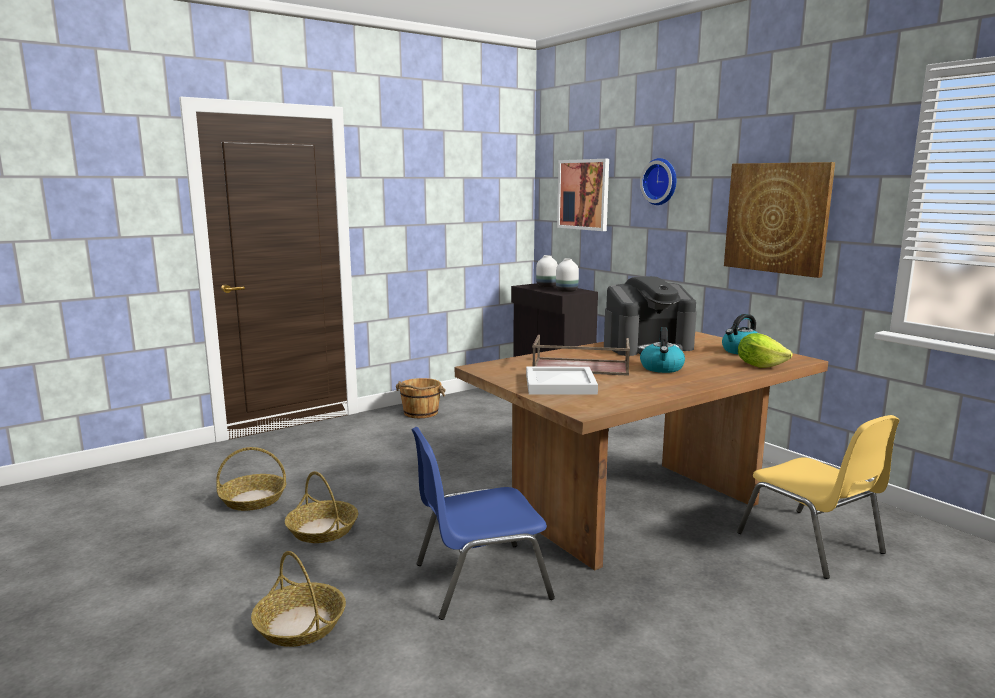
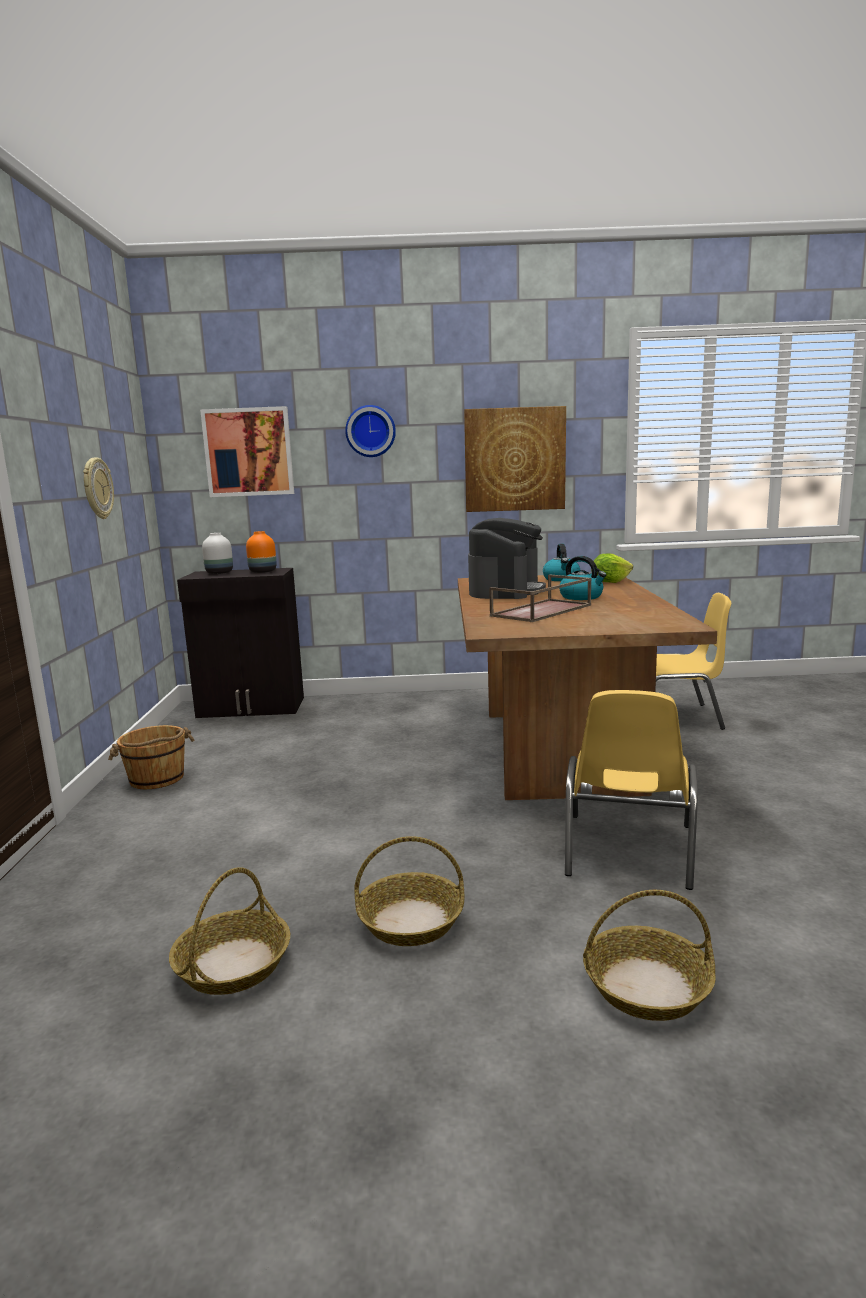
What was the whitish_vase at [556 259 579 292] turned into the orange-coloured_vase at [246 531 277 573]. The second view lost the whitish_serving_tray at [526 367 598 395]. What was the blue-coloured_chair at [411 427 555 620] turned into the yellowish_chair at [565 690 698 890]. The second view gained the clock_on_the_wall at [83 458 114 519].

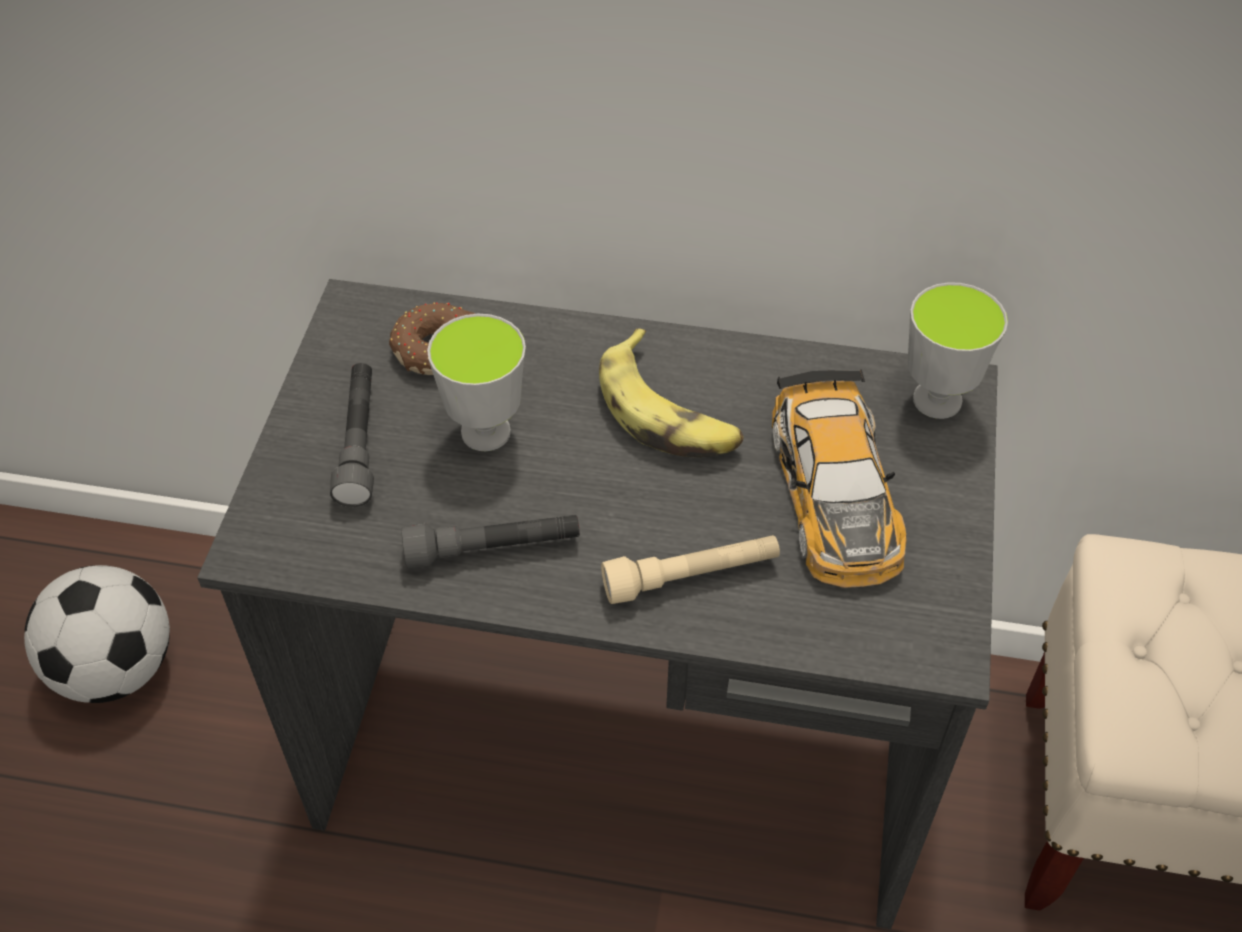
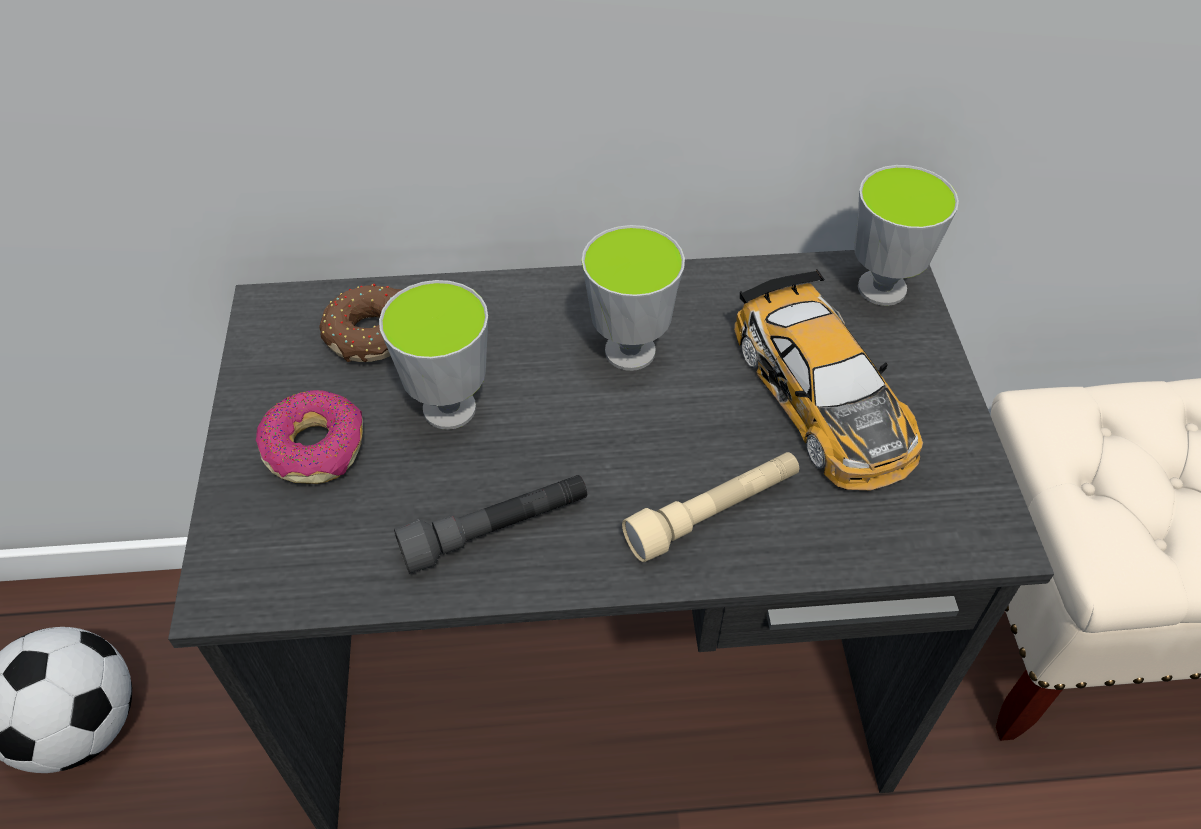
Where the whole_banana stood at [599 328 744 458], the drinking_cup came to stand at [581 225 685 371]. Where the greyish_torch stood at [330 363 374 507], the ring_doughnut came to stand at [256 390 363 484].

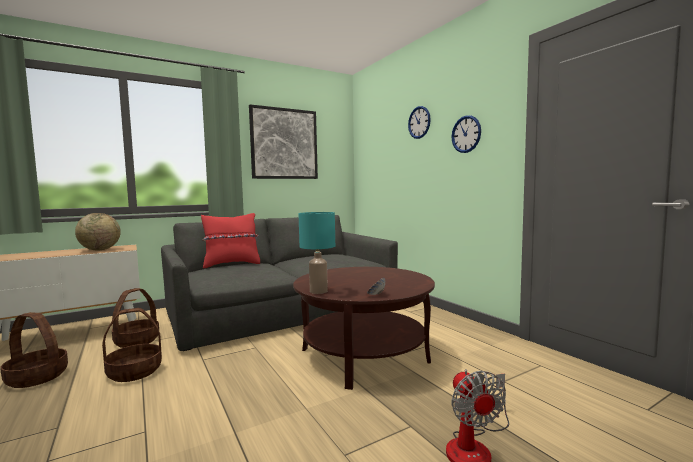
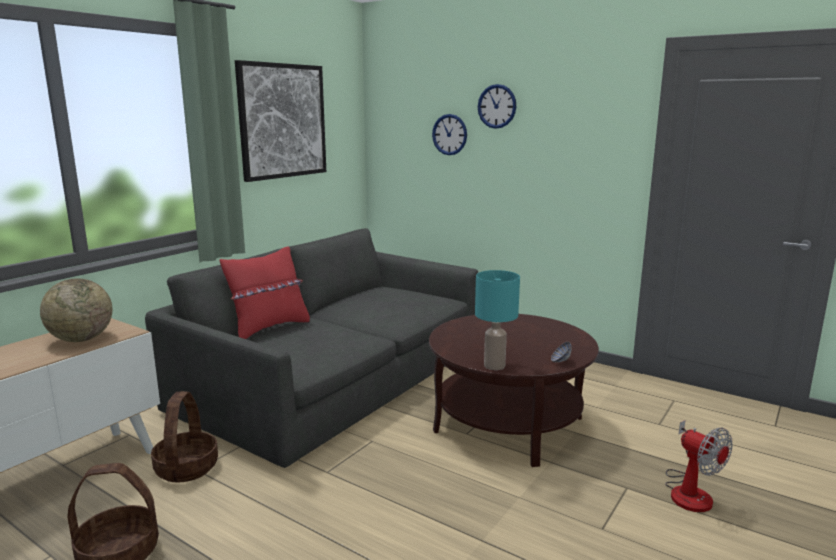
The clock_on_the_wall ended up elsewhere, having gone from [452 115 481 153] to [432 114 467 155]. The second view lost the basket at [102 308 162 382].

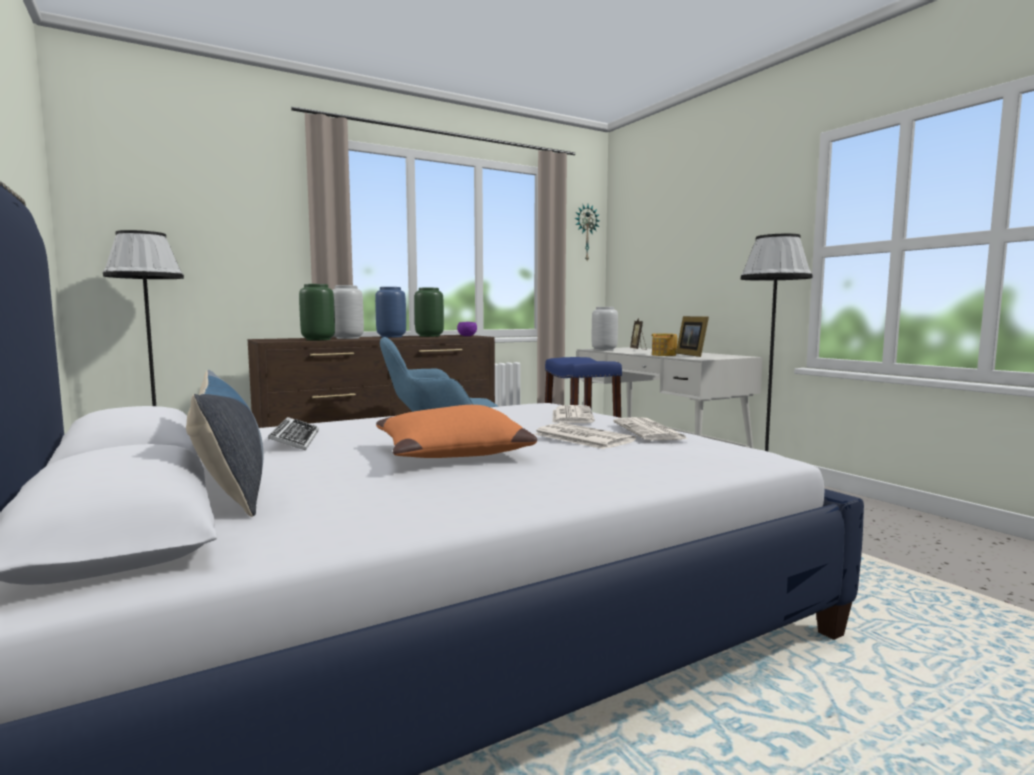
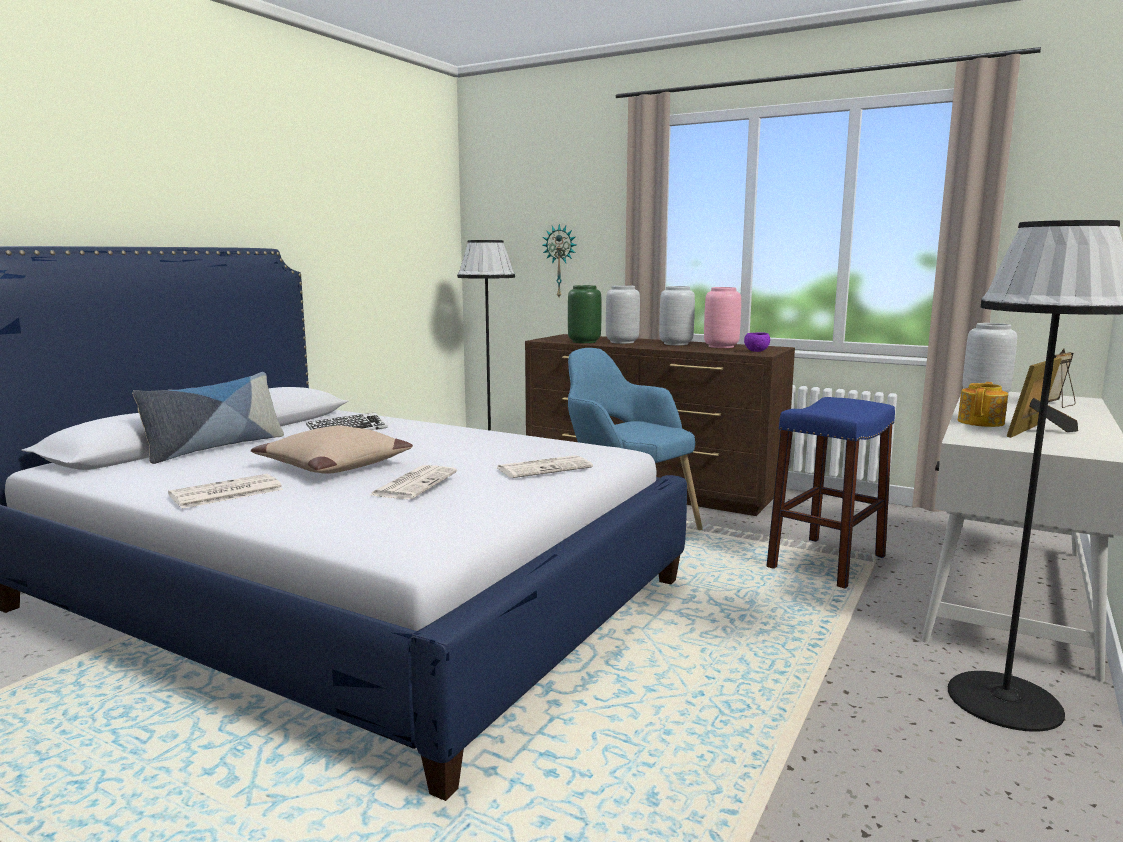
The clock_on_the_wall ended up elsewhere, having gone from [575 205 600 260] to [543 224 576 297]. What was the blue-coloured_vase at [375 287 406 338] turned into the greyish_vase at [659 286 695 345]. What was the green_vase at [414 288 444 337] turned into the pink_vase at [704 287 741 348]. What was the orange-coloured_pillow at [376 405 537 458] turned into the sand-coloured_pillow at [251 426 413 474]. The newspaper ended up elsewhere, having gone from [613 417 688 440] to [168 474 283 509].

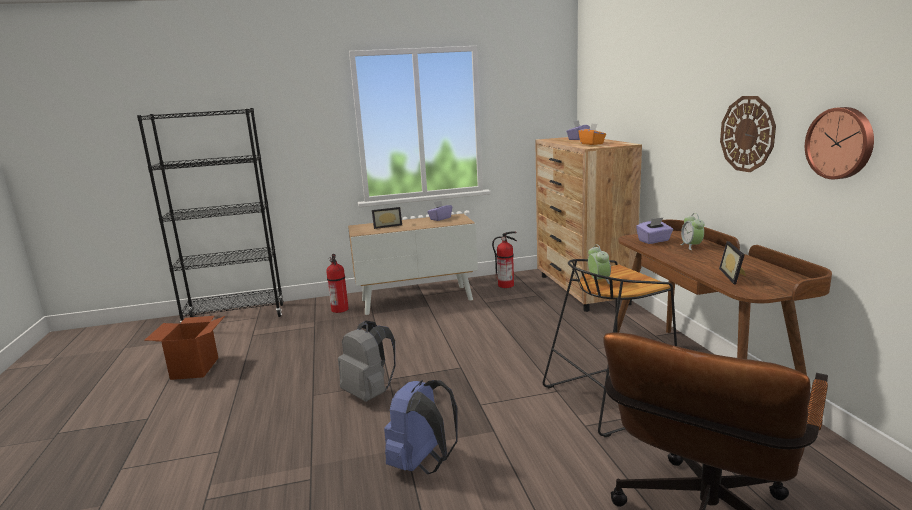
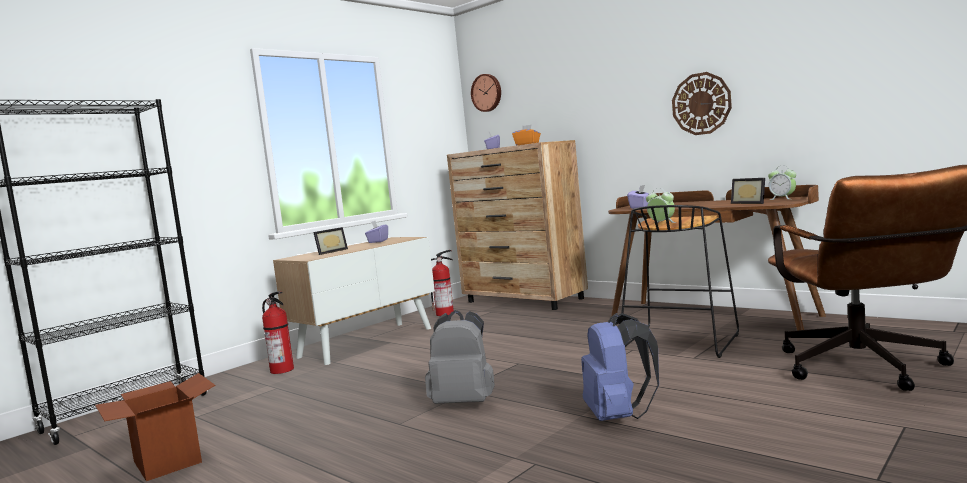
The clock_on_the_wall ended up elsewhere, having gone from [805 107 874 179] to [471 74 501 112]. The table_clock ended up elsewhere, having gone from [680 213 705 250] to [768 166 796 200].

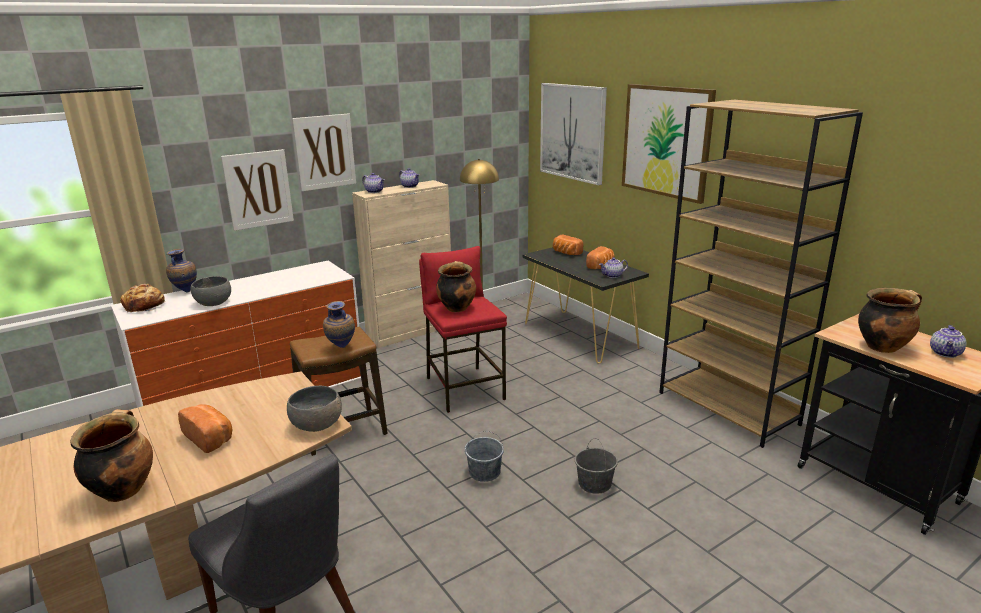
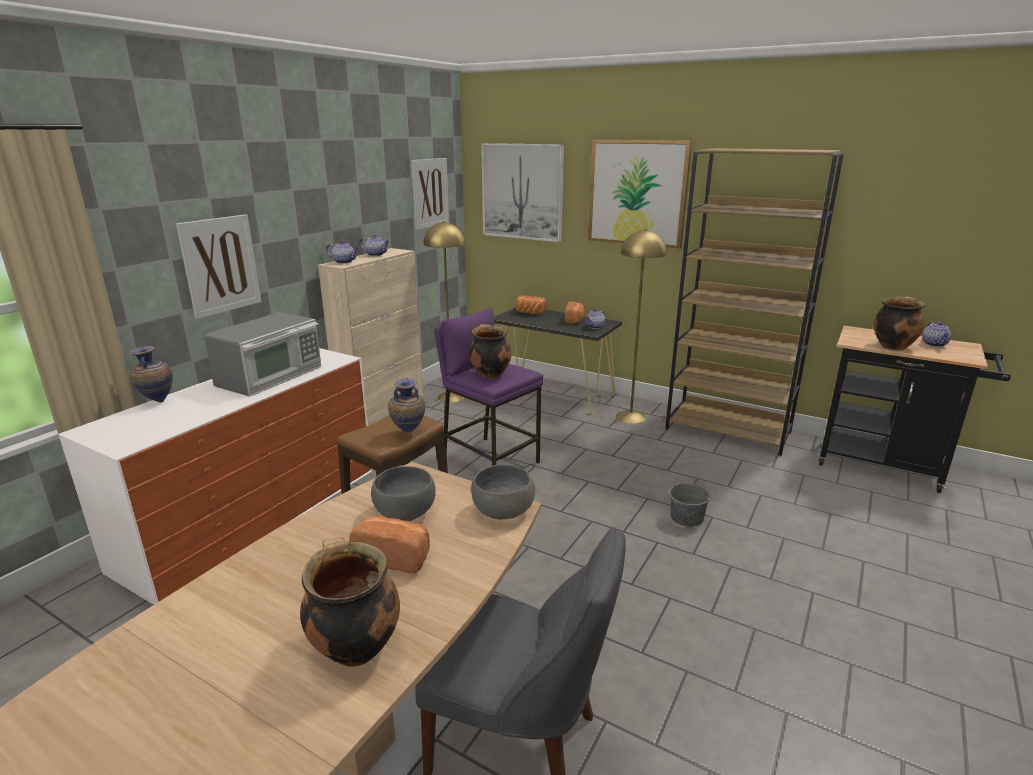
The wall_art ended up elsewhere, having gone from [292 114 356 192] to [411 158 449 230]. What was the reddish_stool_seat at [419 246 507 413] turned into the purple-coloured_stool_seat at [434 308 543 466]. The greyish_bowl ended up elsewhere, having gone from [191 276 231 306] to [371 466 436 521]. The second view lost the bakery_bread at [120 284 165 312]. The second view lost the greyish_water_bucket at [465 431 504 482]. The second view gained the yellowish_standing_lamp at [616 229 667 424]. The second view gained the kitchen_microwave at [204 312 322 396].

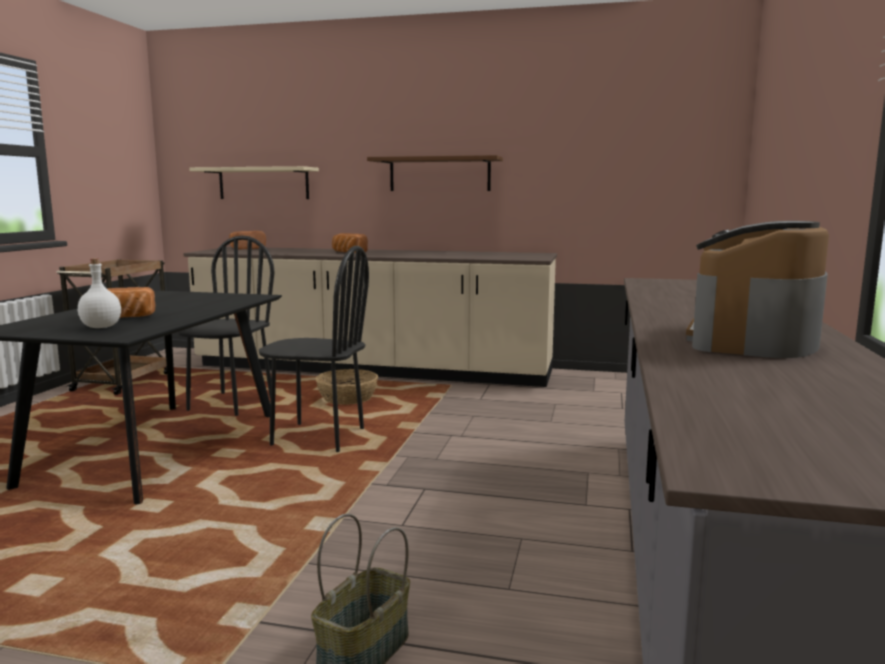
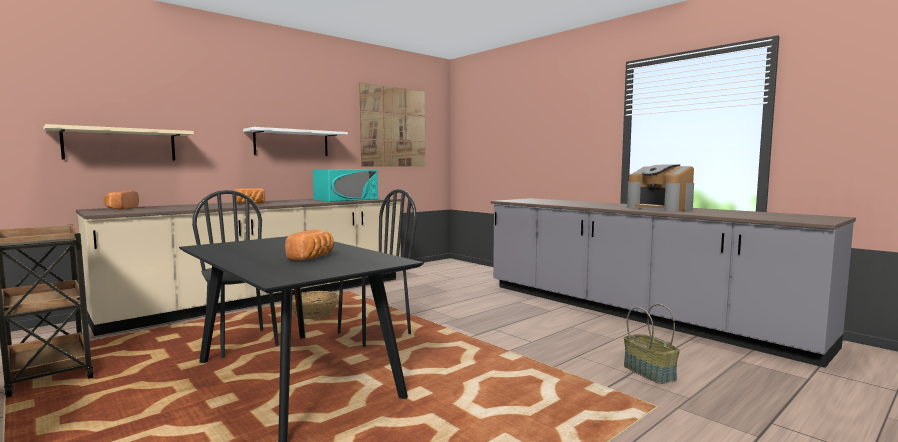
What was the brownish_bracket_shelf at [367 155 503 191] turned into the whitish_bracket_shelf at [243 127 348 156]. The second view lost the whitish_drink_bottle at [78 258 121 328]. The second view gained the wall_art at [359 83 425 167]. The second view gained the blue-green_kitchen_microwave at [313 169 378 202].

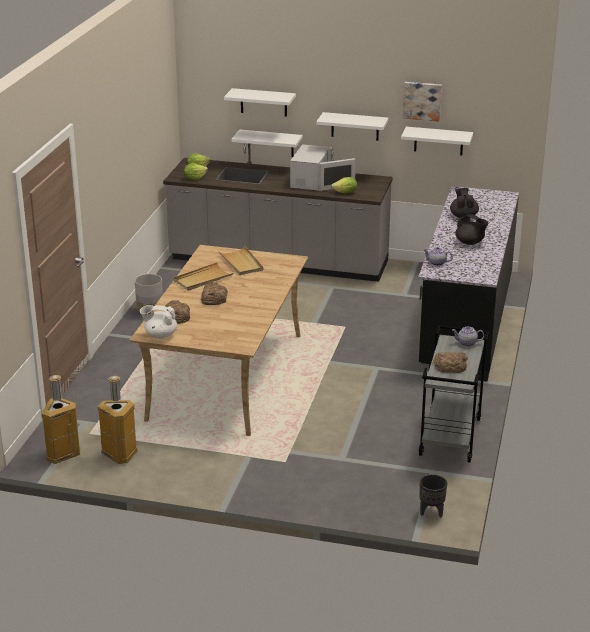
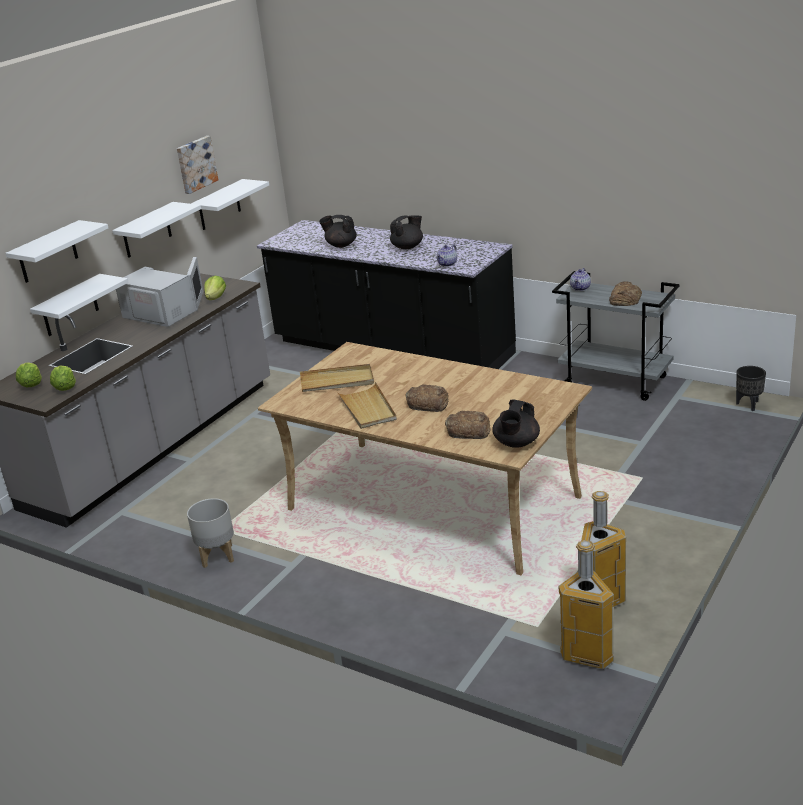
What was the whitish_pot_for_tea at [140 305 177 338] turned into the blackish_pot_for_tea at [492 400 540 448].

